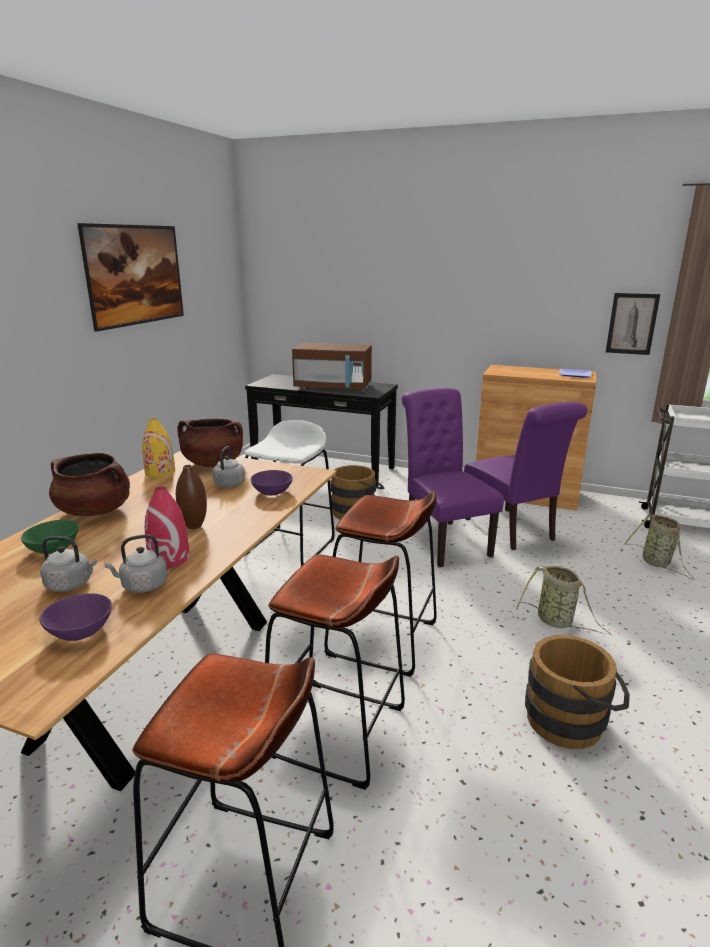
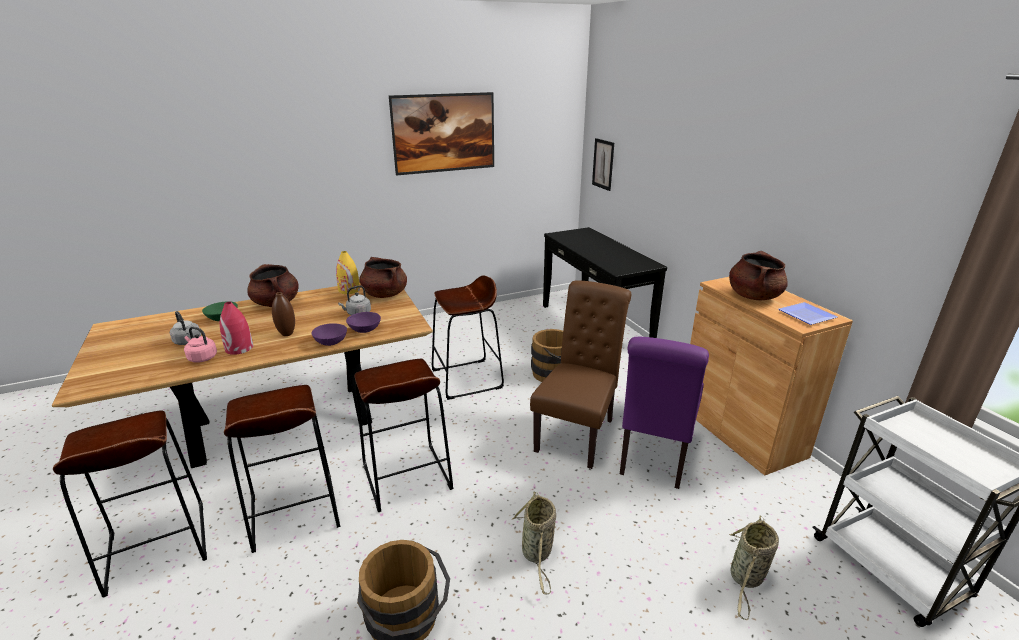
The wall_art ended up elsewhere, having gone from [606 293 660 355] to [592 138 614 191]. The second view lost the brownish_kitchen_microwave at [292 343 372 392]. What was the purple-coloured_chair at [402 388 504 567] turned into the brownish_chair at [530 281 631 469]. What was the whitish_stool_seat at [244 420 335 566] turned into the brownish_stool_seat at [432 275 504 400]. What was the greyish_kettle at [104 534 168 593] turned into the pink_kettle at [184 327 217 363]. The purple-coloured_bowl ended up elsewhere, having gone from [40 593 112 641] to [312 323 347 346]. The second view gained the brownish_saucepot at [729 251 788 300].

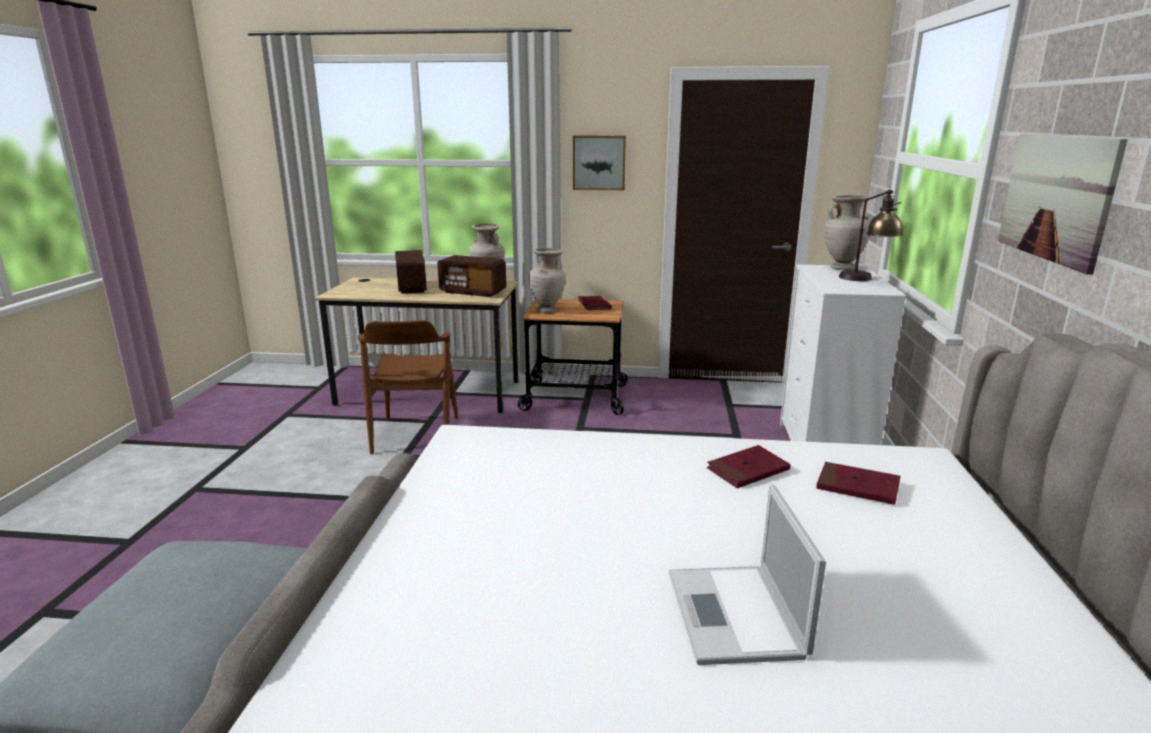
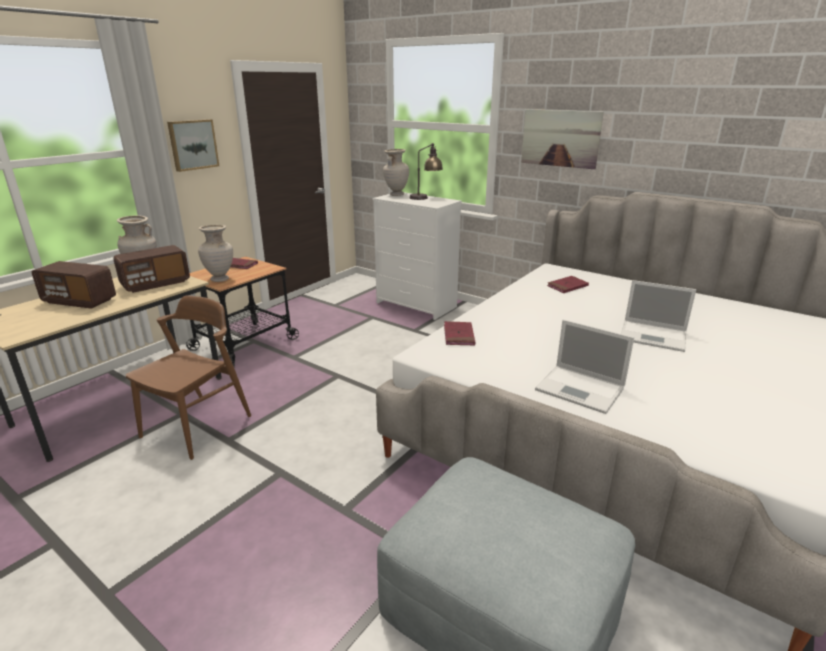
The brownish_chair at [358 320 458 454] ended up facing another way, 90 degrees counterclockwise from before. The reddish_book ended up elsewhere, having gone from [707 445 791 488] to [444 321 475 346]. The second view gained the portable_computer at [535 319 634 414].

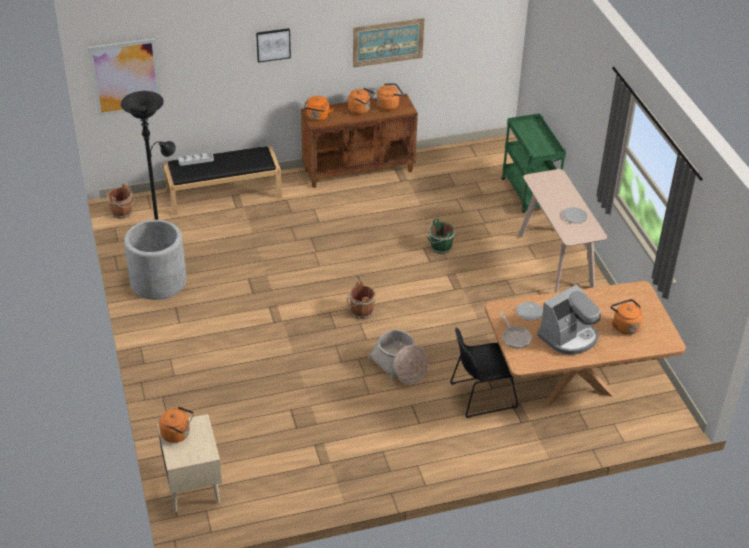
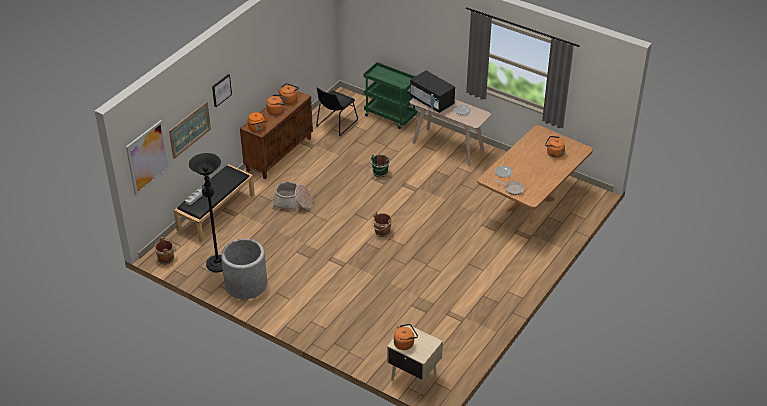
The wall_art ended up elsewhere, having gone from [353 18 424 67] to [169 101 211 159]. The second view lost the coffee_brewer at [538 284 601 355]. The blackish_chair ended up elsewhere, having gone from [450 328 518 418] to [316 88 358 136]. The basket ended up elsewhere, having gone from [368 330 428 384] to [272 182 313 213]. The second view gained the blackish_kitchen_microwave at [410 70 455 113].

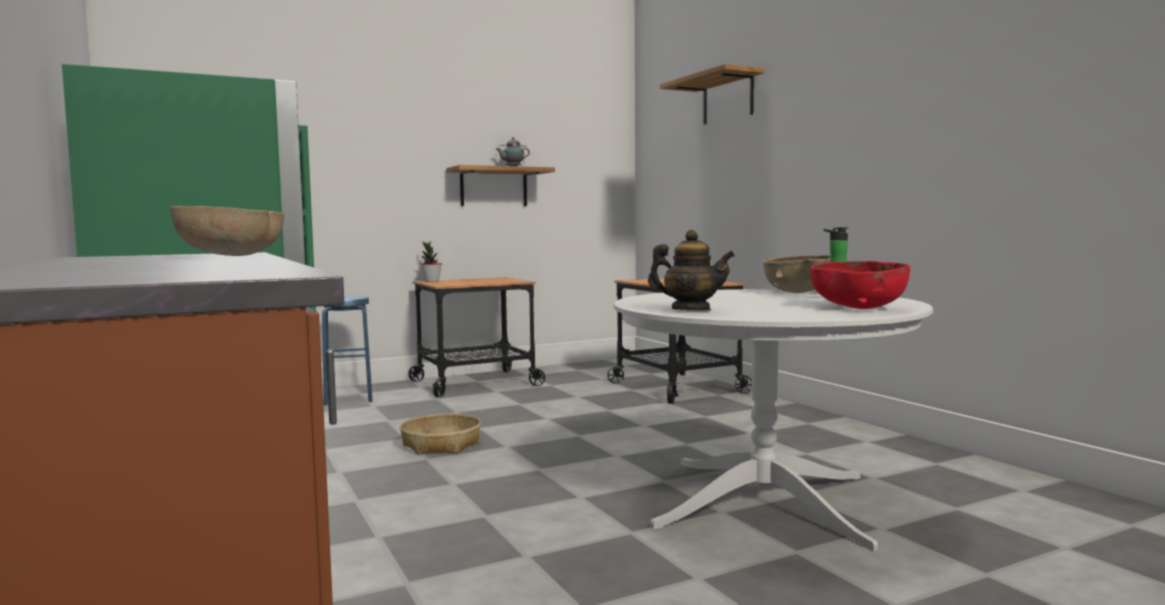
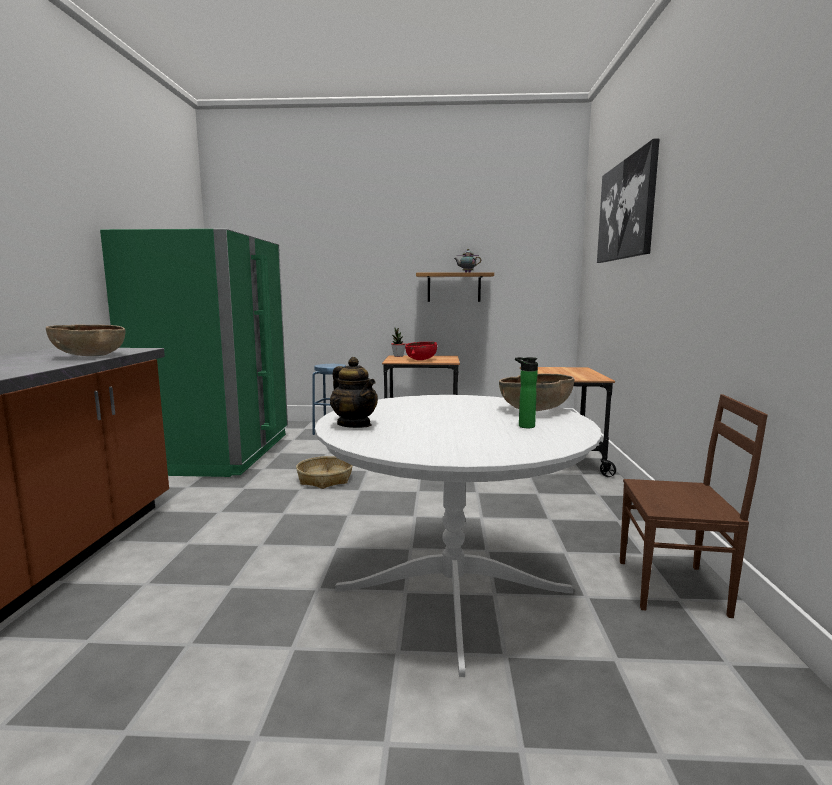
Where the bracket_shelf hung at [660 64 764 125], the wall_art came to hang at [597 138 660 263]. The reddish_bowl ended up elsewhere, having gone from [810 261 910 309] to [405 342 437 360]. The second view gained the brownish_chair at [620 394 768 618].

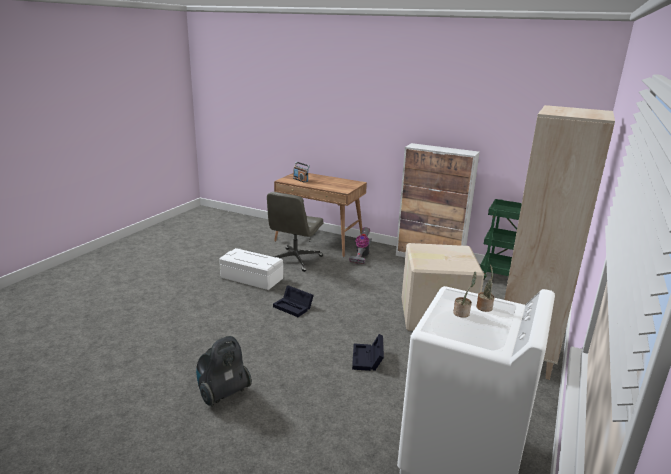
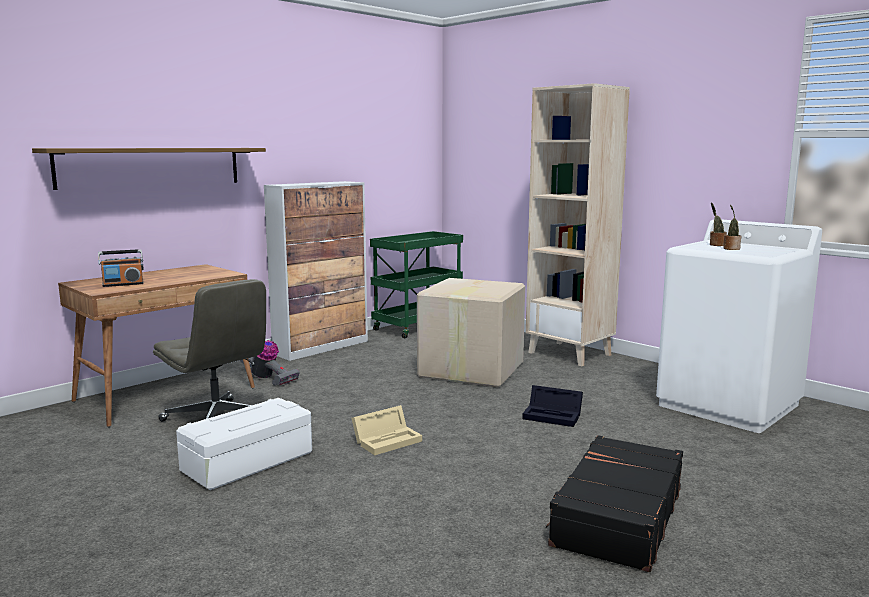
What was the blackish_storage_bin at [273 286 314 317] turned into the sand-coloured_storage_bin at [352 405 422 455]. Where the hoover stood at [196 336 252 407], the blackish_travel_case came to stand at [546 435 683 572]. The second view gained the bracket_shelf at [32 148 266 190].

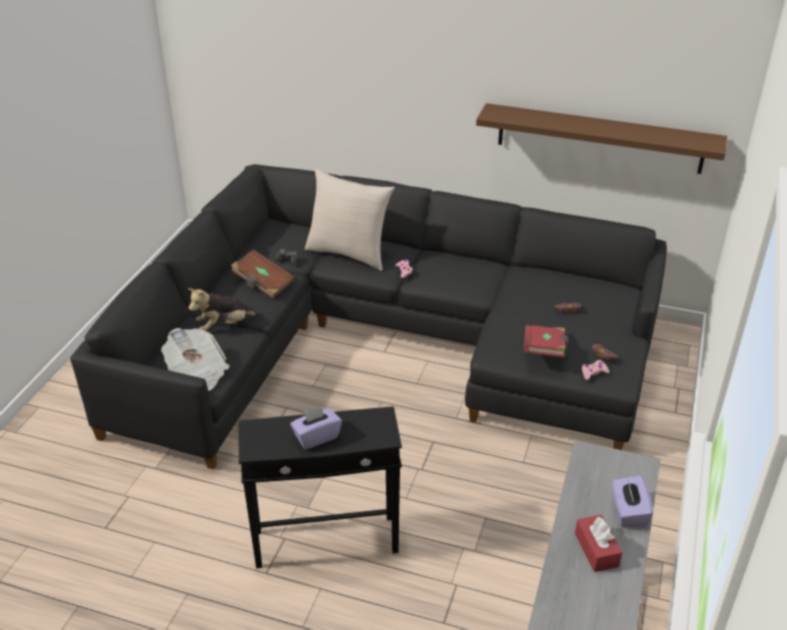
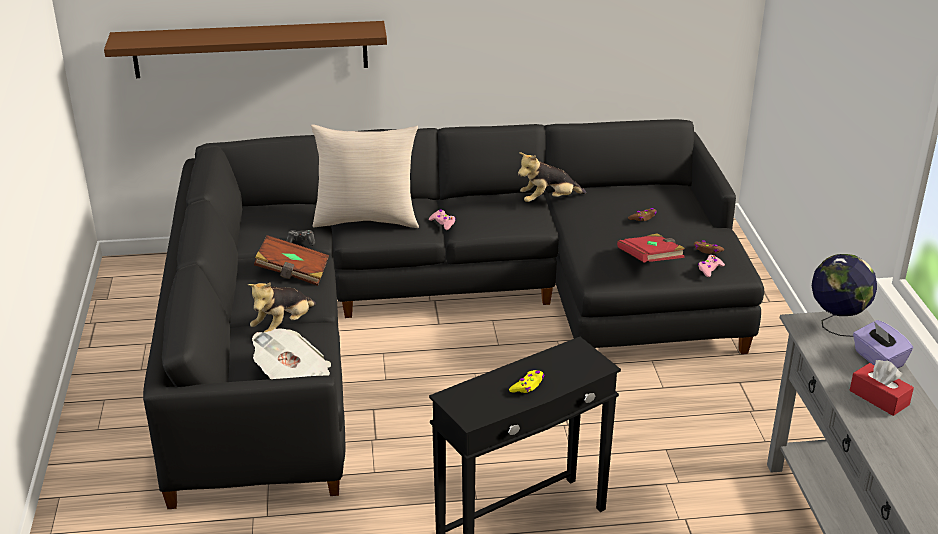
The brownish_bracket_shelf ended up elsewhere, having gone from [476 103 727 174] to [104 21 387 78]. Where the purple-coloured_tissue_holder stood at [290 405 342 449], the yellowish_game_controller came to stand at [509 370 544 393]. The second view gained the cuddly_toy at [518 152 586 202]. The second view gained the world_globe at [812 254 877 337].

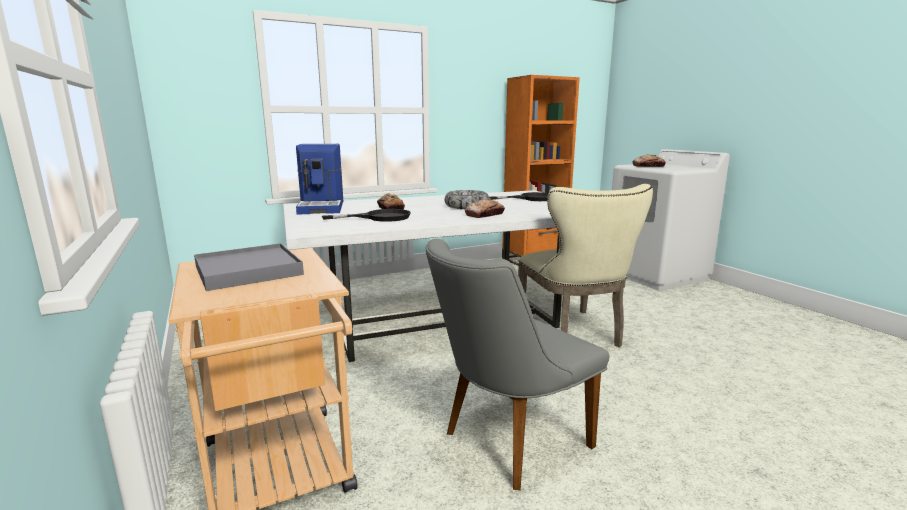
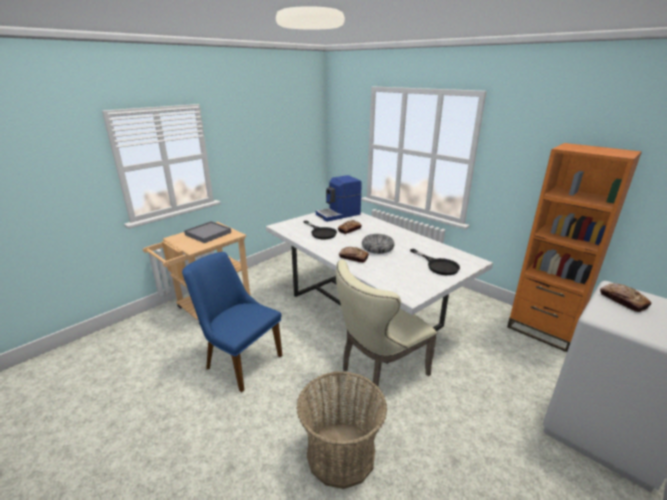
What was the greyish_chair at [426 238 609 490] turned into the blue-coloured_chair at [182 252 282 392]. The second view gained the basket at [296 371 387 489].

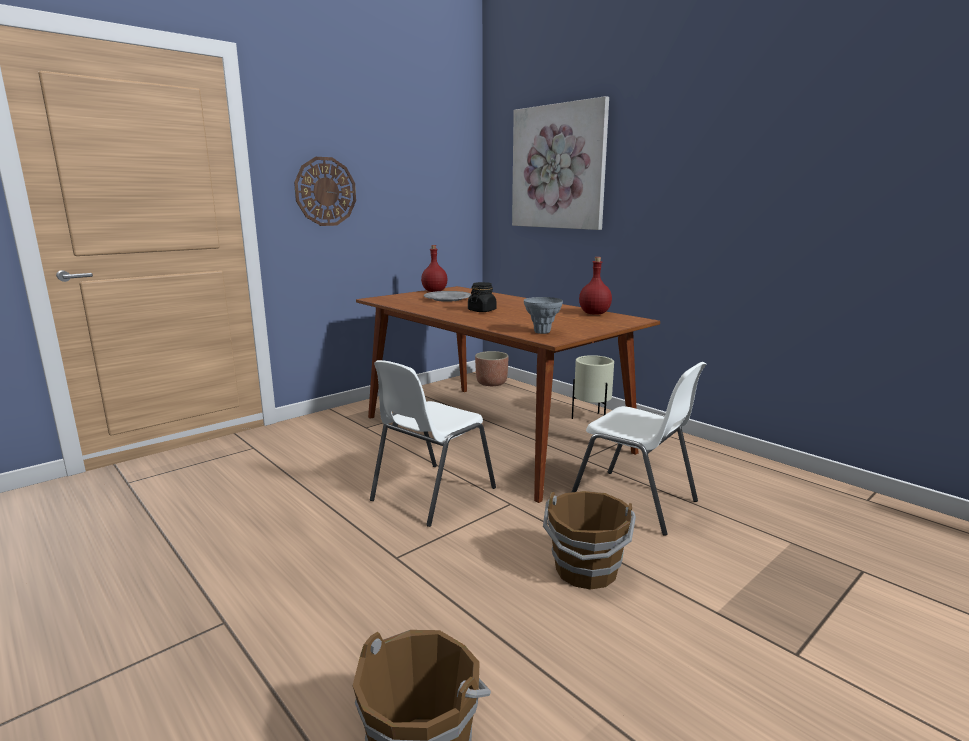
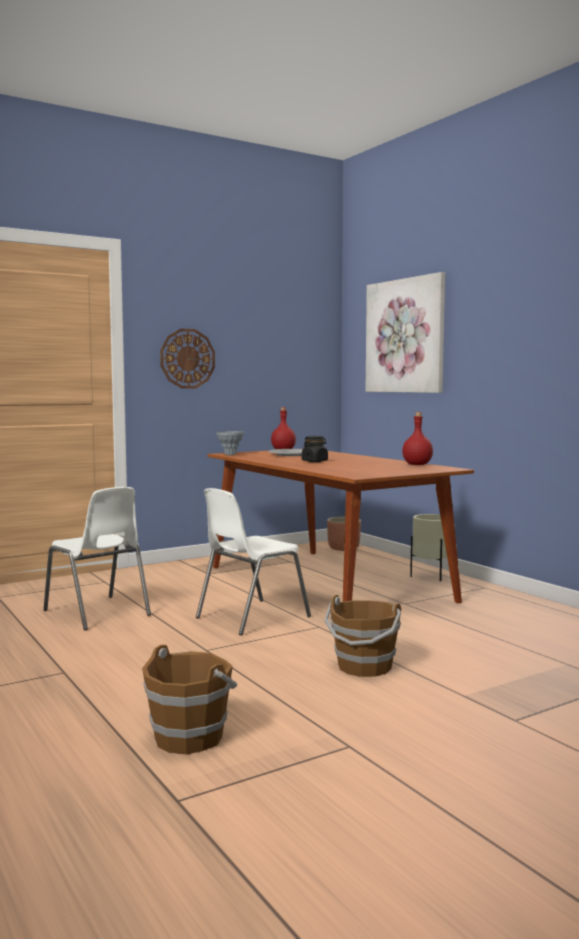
The greyish_vase ended up elsewhere, having gone from [524 297 563 334] to [216 431 244 455]. The whitish_chair ended up elsewhere, having gone from [572 362 706 536] to [43 487 151 630].

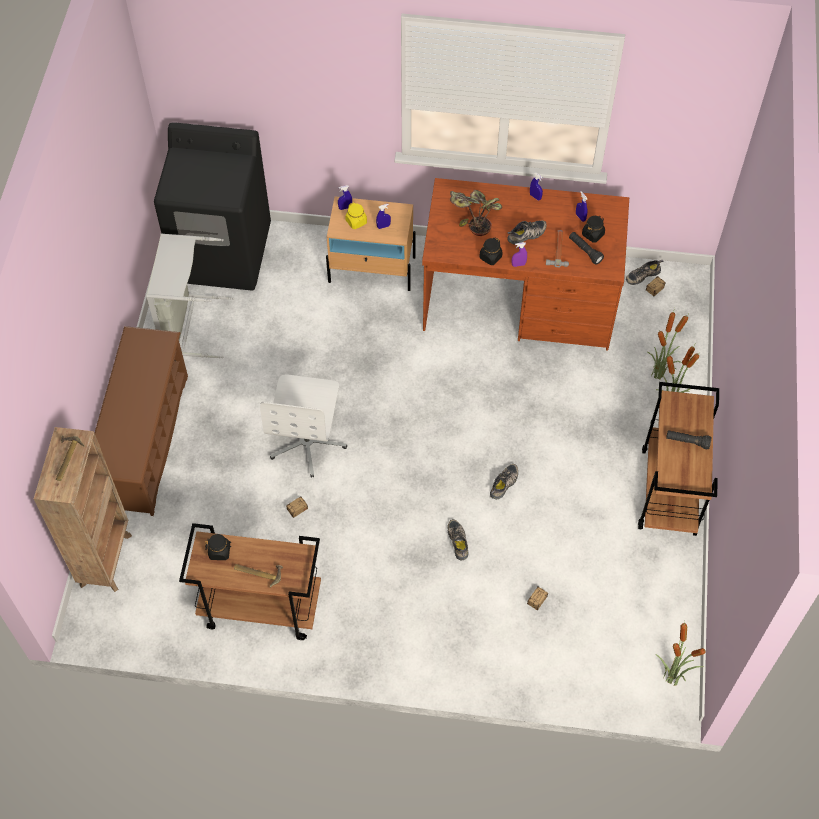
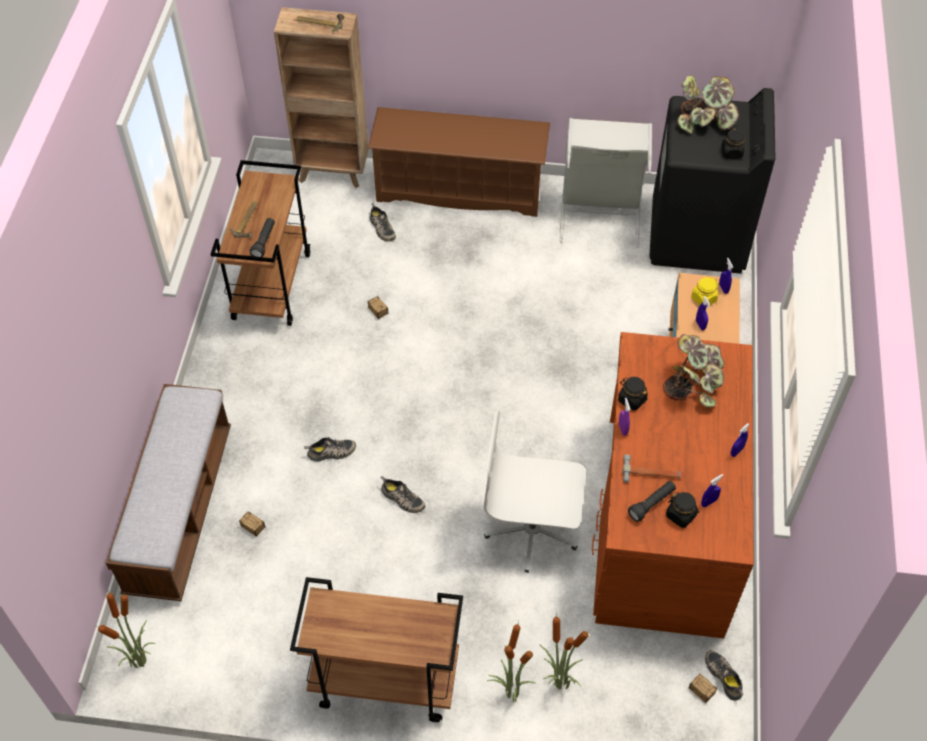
The low_shoe ended up elsewhere, having gone from [507 220 547 245] to [370 203 396 242]. The whitish_office_chair ended up elsewhere, having gone from [260 375 347 477] to [484 411 586 573]. The blackish_torch ended up elsewhere, having gone from [666 430 711 449] to [250 218 275 257]. The blackish_storage_jar ended up elsewhere, having gone from [205 534 232 560] to [721 128 745 159]. The second view gained the potted_plant at [677 75 739 134]. The second view gained the long_seat at [106 384 231 601].

